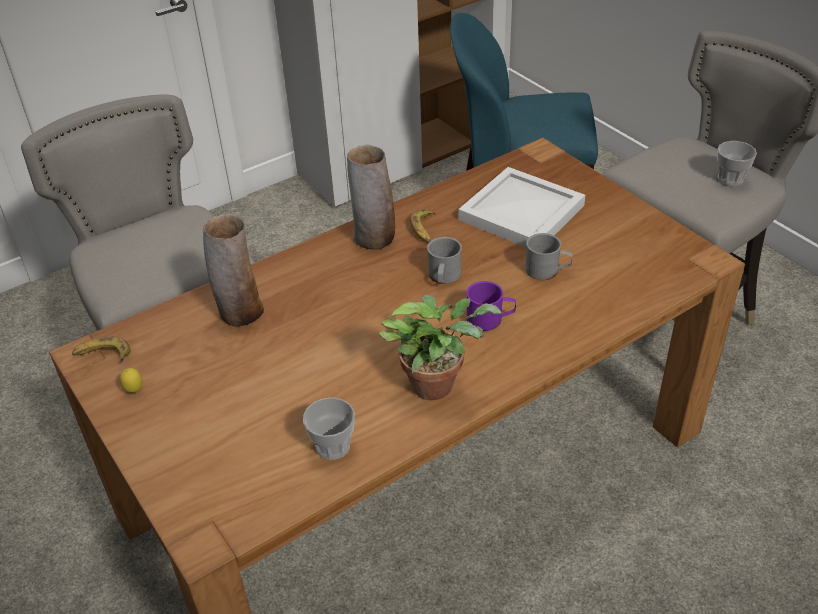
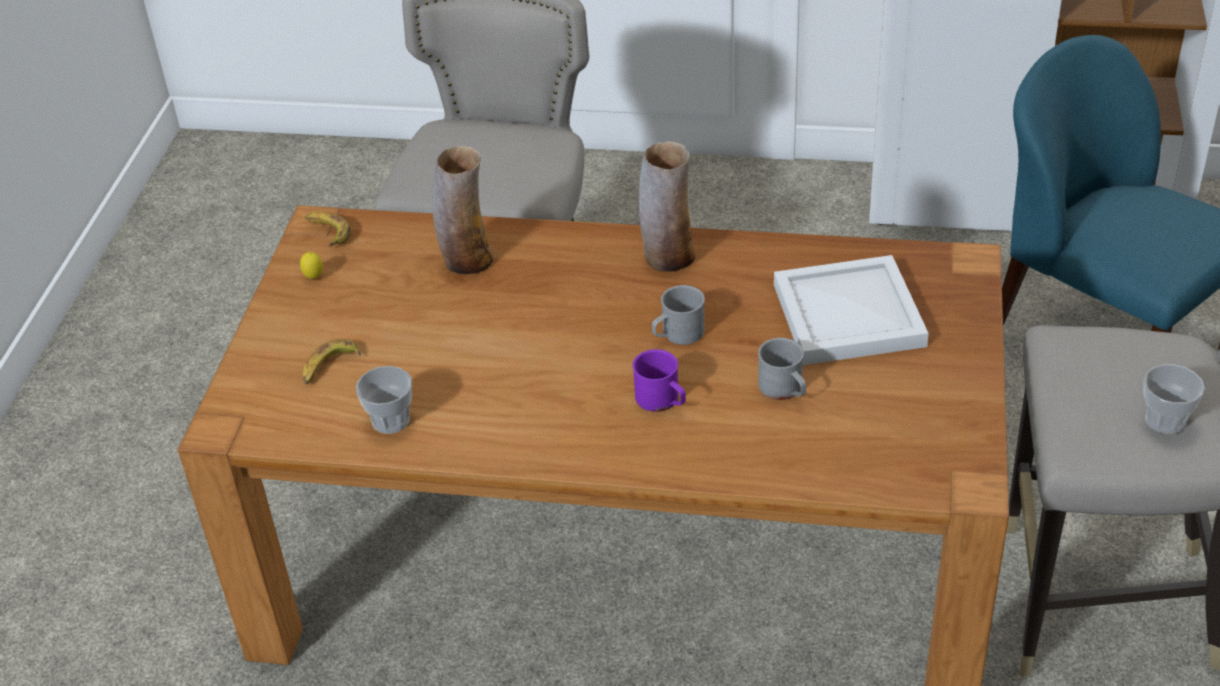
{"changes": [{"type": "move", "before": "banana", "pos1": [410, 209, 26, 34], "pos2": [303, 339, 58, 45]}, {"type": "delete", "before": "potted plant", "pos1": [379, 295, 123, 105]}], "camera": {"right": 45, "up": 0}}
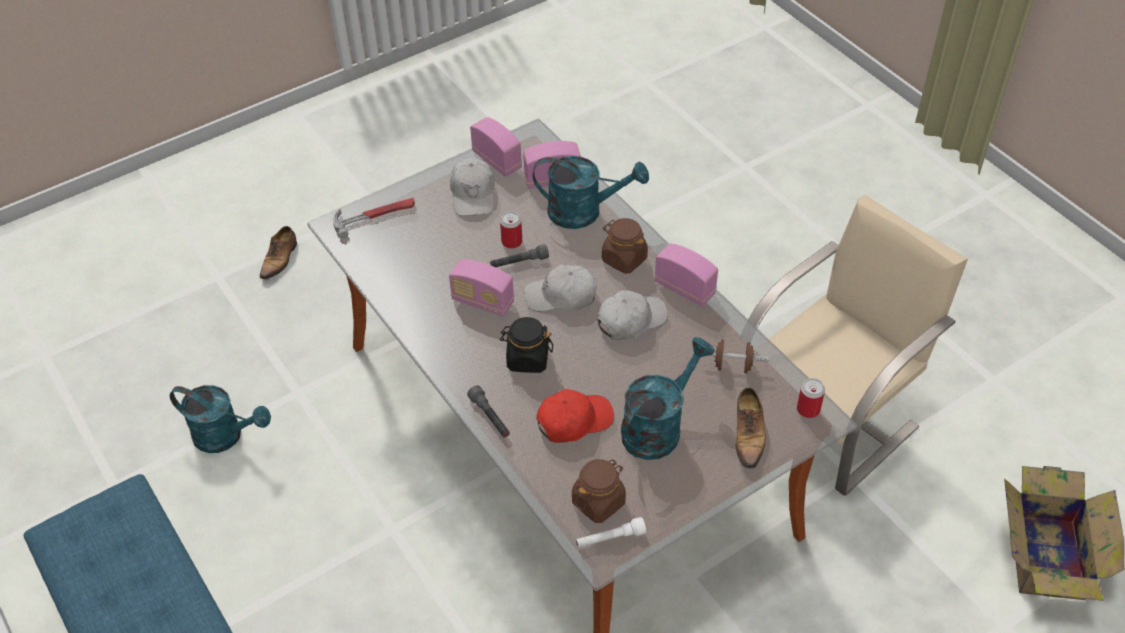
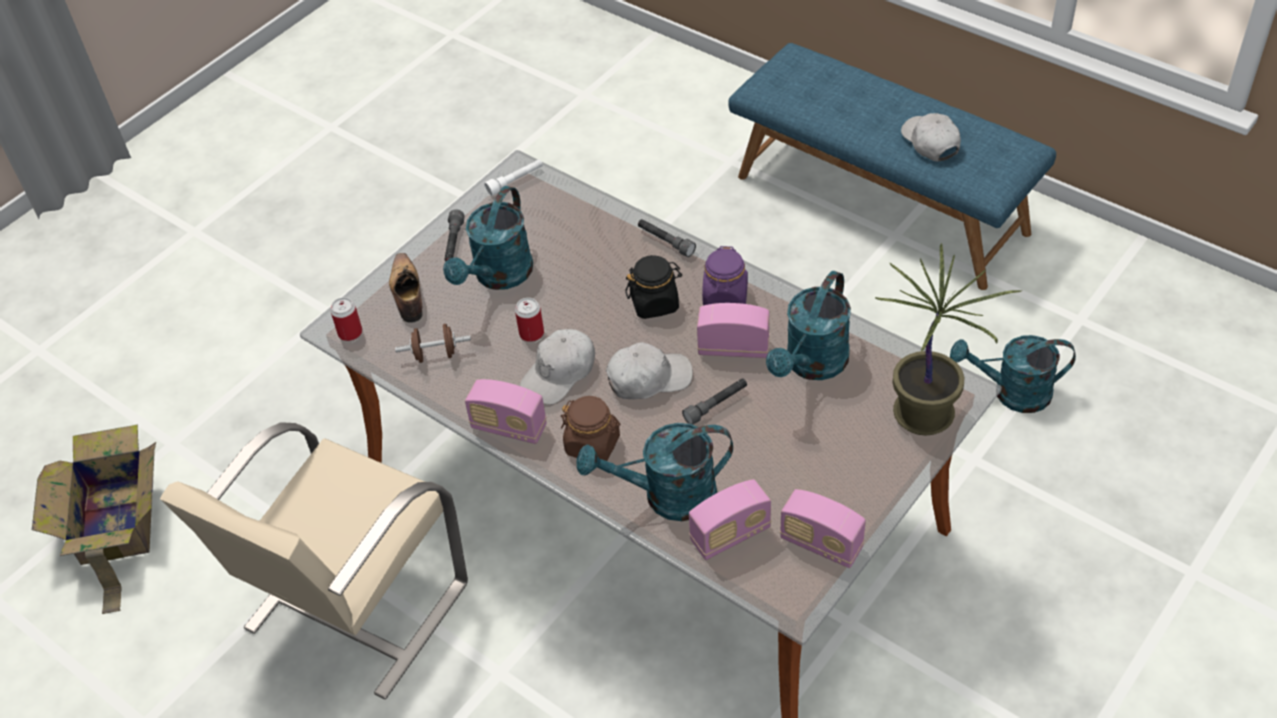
{"changes": [{"type": "move", "before": "white cap", "pos1": [450, 158, 45, 58], "pos2": [901, 113, 60, 49]}, {"type": "replace", "before": "hammer", "after": "potted plant", "pos1": [333, 198, 82, 41], "pos2": [875, 243, 147, 193]}, {"type": "move", "before": "can", "pos1": [500, 211, 22, 38], "pos2": [515, 298, 29, 44]}, {"type": "delete", "before": "shoe", "pos1": [260, 226, 37, 53]}, {"type": "delete", "before": "red cap", "pos1": [536, 389, 78, 54]}, {"type": "delete", "before": "brown jar", "pos1": [572, 459, 54, 64]}, {"type": "insert", "after": "grey flashlight", "pos2": [444, 209, 20, 53]}, {"type": "insert", "after": "purple jar", "pos2": [702, 246, 46, 59]}, {"type": "insert", "after": "turquoise watering can", "pos2": [766, 271, 85, 109]}], "camera": {"right": 165, "up": 0}}
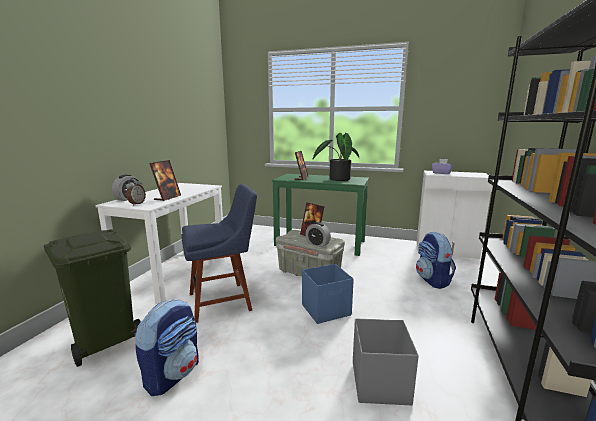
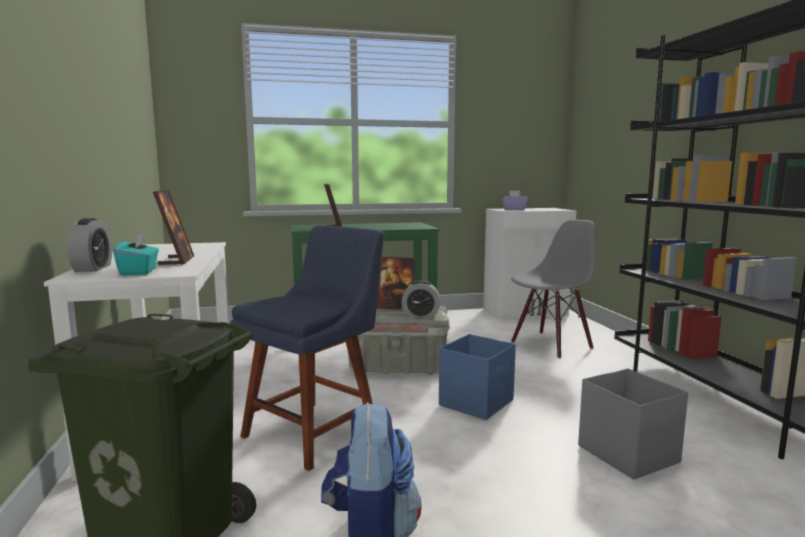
{"changes": [{"type": "delete", "before": "potted plant", "pos1": [313, 133, 46, 48]}, {"type": "replace", "before": "alarm clock", "after": "turquoise tissue box", "pos1": [126, 178, 20, 28], "pos2": [113, 232, 46, 44]}, {"type": "replace", "before": "backpack", "after": "grey chair", "pos1": [416, 232, 40, 57], "pos2": [511, 220, 84, 138]}], "camera": {"right": -30, "up": -5}}
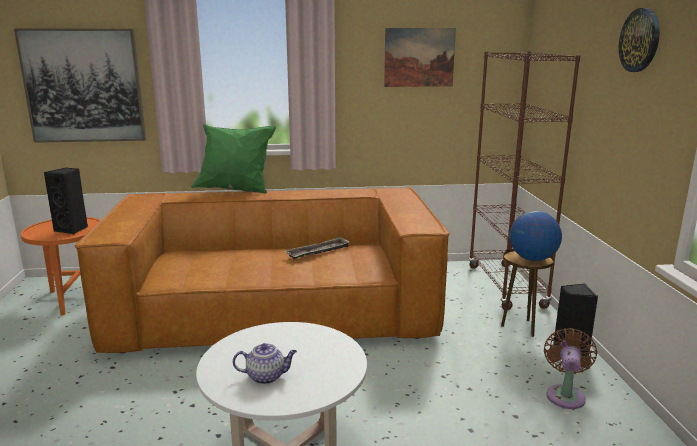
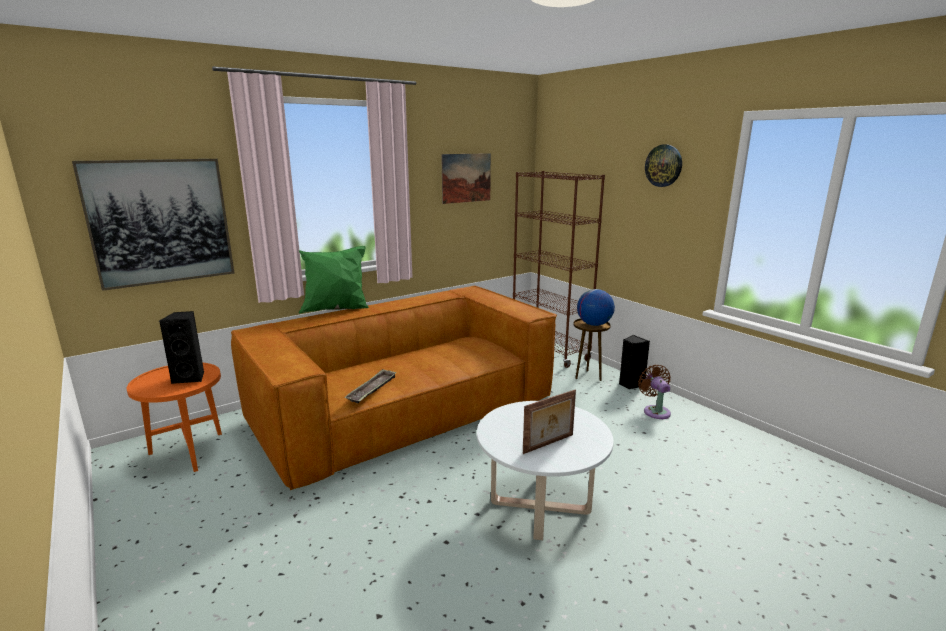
{"changes": [{"type": "move", "before": "tray", "pos1": [285, 237, 64, 22], "pos2": [344, 369, 53, 34]}, {"type": "replace", "before": "teapot", "after": "picture frame", "pos1": [233, 343, 64, 41], "pos2": [523, 390, 53, 64]}], "camera": {"right": -30, "up": 0}}
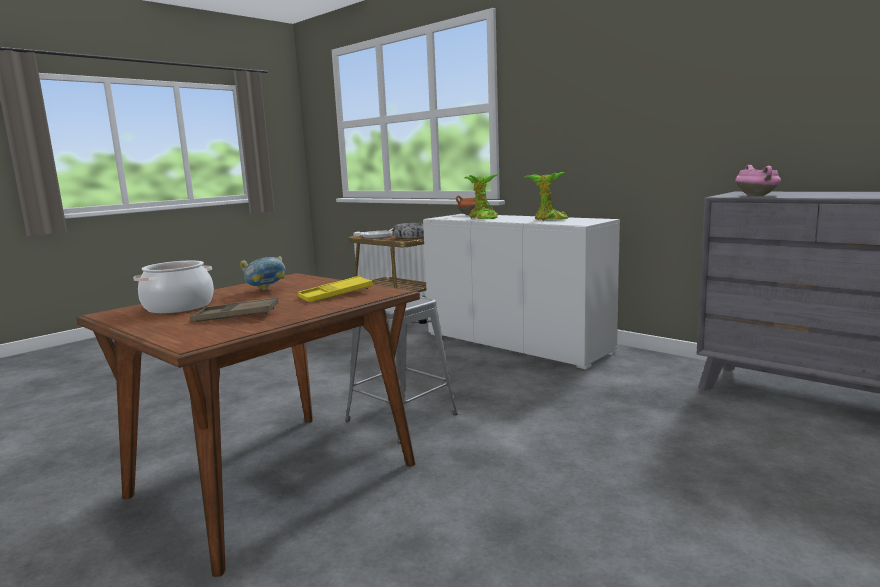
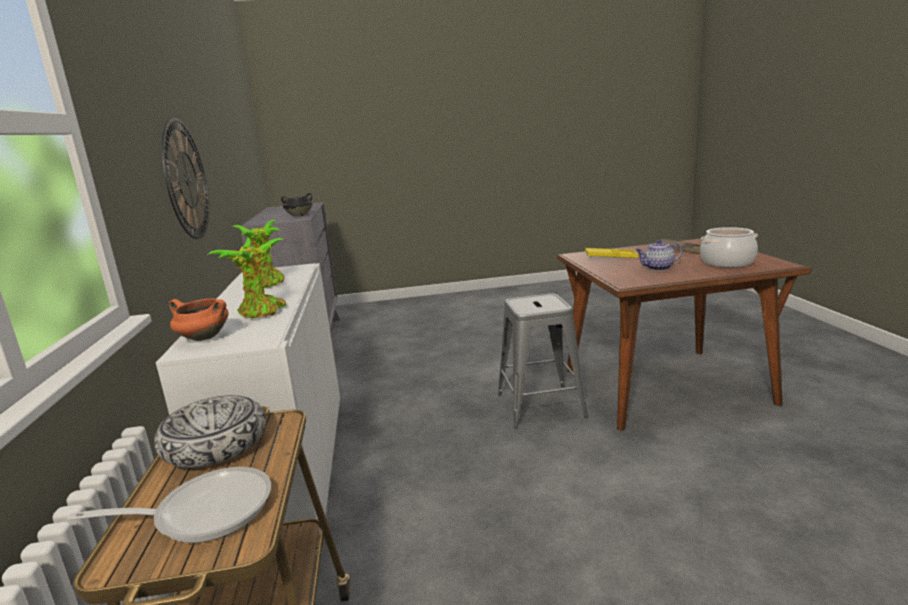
{"changes": [{"type": "recolor", "before": "pink cooking pot", "after": "black cooking pot", "pos1": [735, 165, 46, 31], "pos2": [281, 193, 32, 24]}, {"type": "replace", "before": "bowl", "after": "teapot", "pos1": [240, 256, 46, 34], "pos2": [636, 240, 46, 31]}, {"type": "insert", "after": "wall clock", "pos2": [162, 118, 47, 121]}], "camera": {"right": -140, "up": 5}}
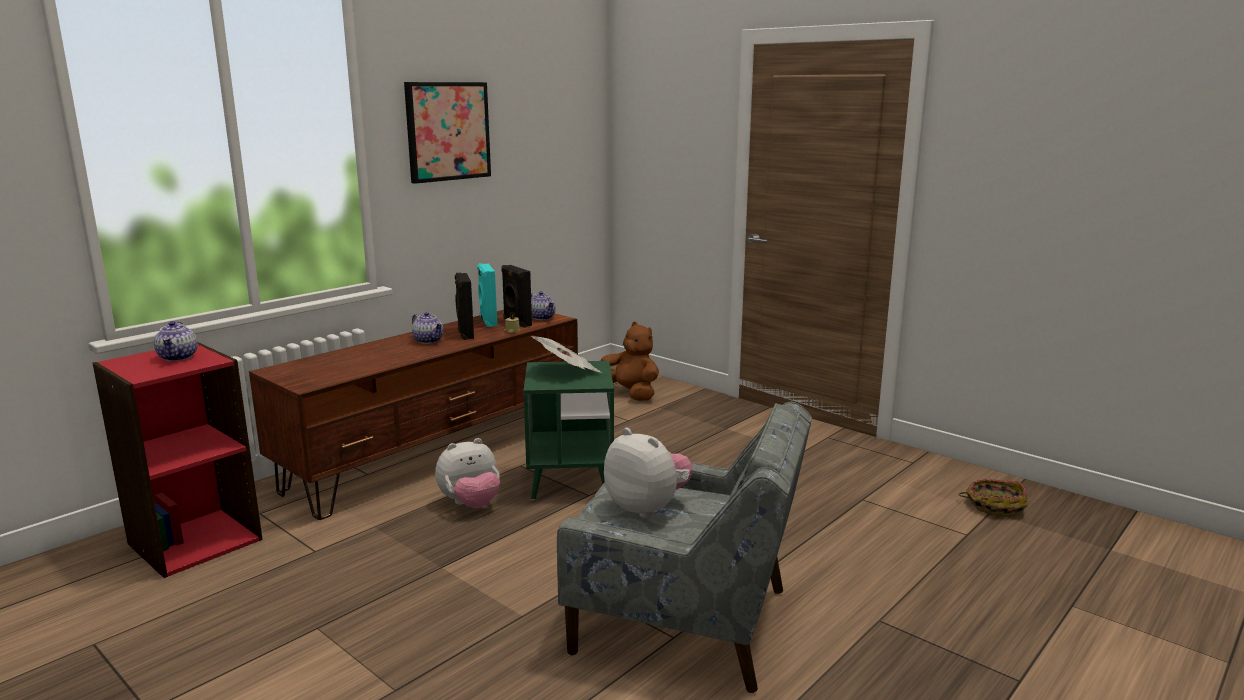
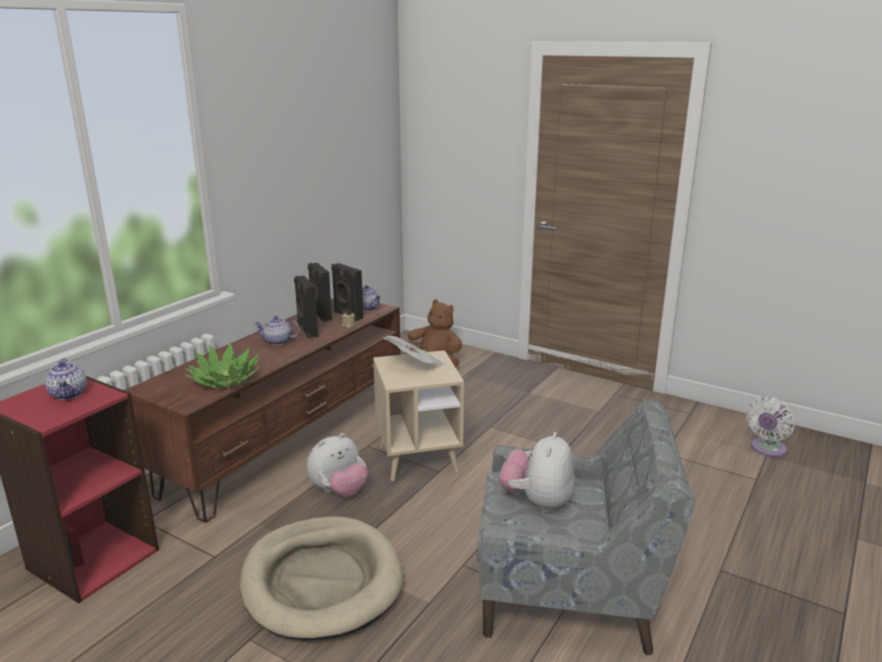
{"changes": [{"type": "delete", "before": "picture", "pos1": [404, 82, 87, 102]}, {"type": "recolor", "before": "turquoise speaker", "after": "black speaker", "pos1": [477, 263, 20, 64], "pos2": [308, 263, 24, 59]}, {"type": "rotate", "before": "teapot", "pos1": [412, 312, 31, 32], "pos2": [254, 316, 46, 29], "turn": 150}, {"type": "recolor", "before": "green side table", "after": "beige side table", "pos1": [523, 361, 91, 139], "pos2": [373, 350, 91, 131]}, {"type": "rotate", "before": "plush toy", "pos1": [604, 428, 89, 91], "pos2": [499, 432, 76, 80], "turn": -105}, {"type": "replace", "before": "basket", "after": "white fan", "pos1": [958, 479, 69, 38], "pos2": [746, 397, 49, 60]}, {"type": "insert", "after": "potted plant", "pos2": [186, 342, 74, 46]}, {"type": "insert", "after": "beige dog bed", "pos2": [240, 516, 163, 124]}], "camera": {"right": -10, "up": 5}}
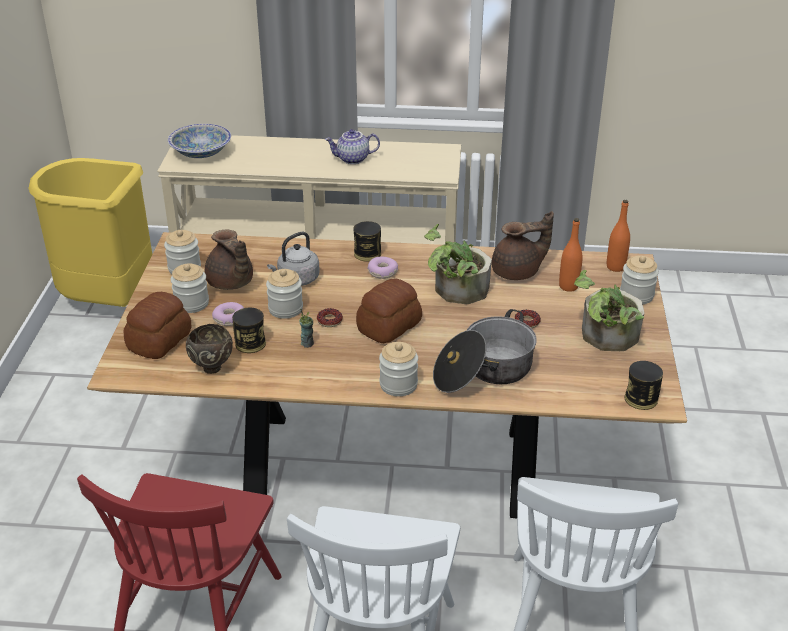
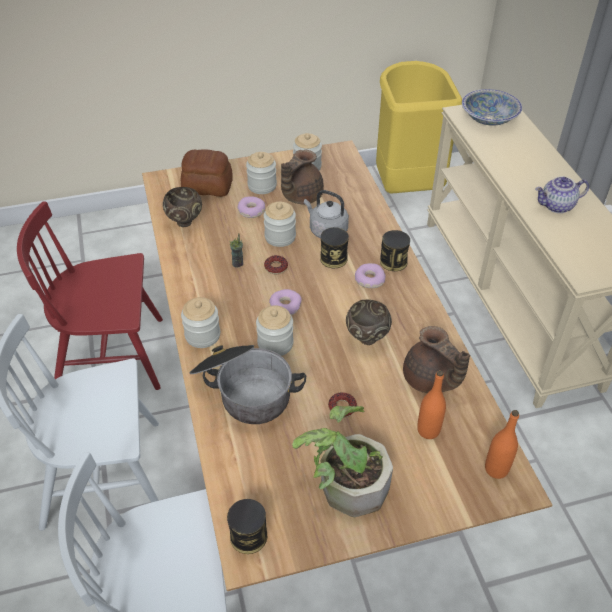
{"changes": [{"type": "rotate", "before": "teapot", "pos1": [325, 129, 55, 35], "pos2": [535, 176, 54, 37], "turn": -75}, {"type": "replace", "before": "potted plant", "after": "brown bowl", "pos1": [424, 224, 68, 80], "pos2": [346, 300, 46, 45]}, {"type": "move", "before": "jar", "pos1": [620, 256, 39, 48], "pos2": [256, 305, 38, 51]}, {"type": "replace", "before": "bread", "after": "donut", "pos1": [356, 278, 66, 65], "pos2": [269, 289, 33, 26]}, {"type": "move", "before": "can", "pos1": [232, 308, 34, 45], "pos2": [320, 227, 29, 41]}], "camera": {"right": 70, "up": 10}}
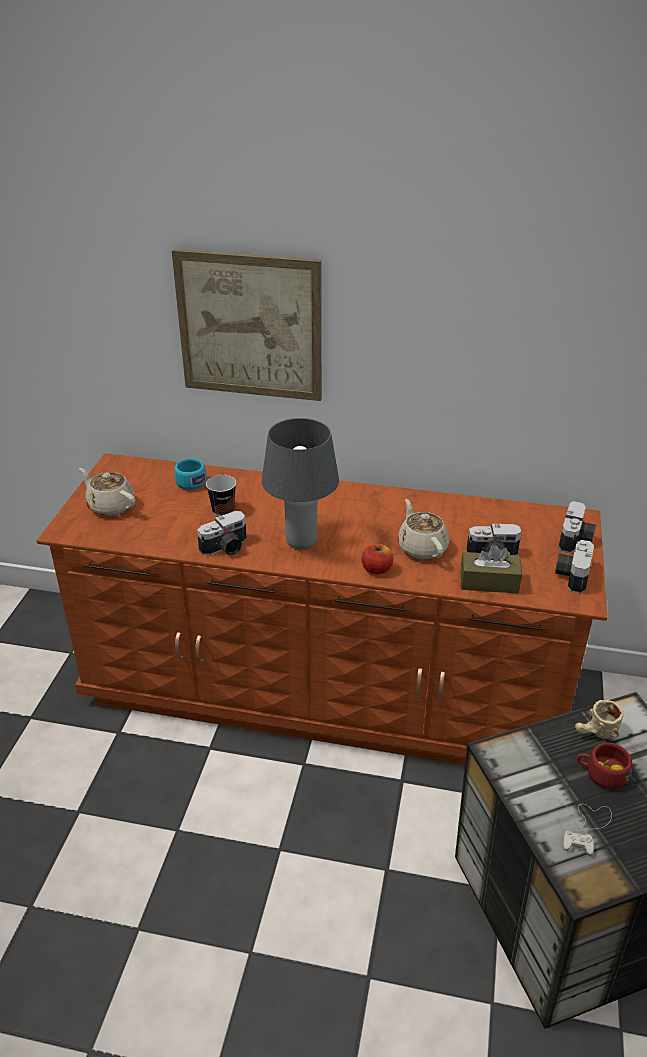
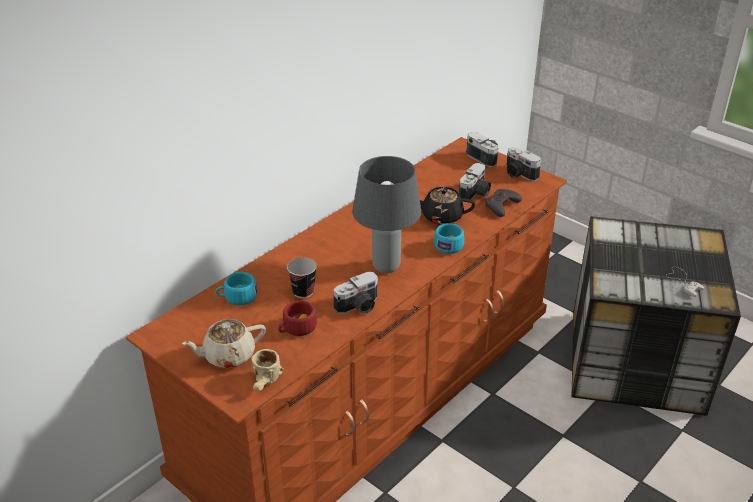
{"changes": [{"type": "delete", "before": "picture", "pos1": [172, 249, 150, 152]}, {"type": "recolor", "before": "beige teapot", "after": "black teapot", "pos1": [397, 499, 52, 60], "pos2": [420, 187, 55, 38]}, {"type": "rotate", "before": "photo camera", "pos1": [197, 511, 50, 44], "pos2": [333, 272, 45, 42], "turn": 60}, {"type": "replace", "before": "apple", "after": "turquoise cup", "pos1": [362, 544, 31, 30], "pos2": [434, 223, 30, 31]}, {"type": "replace", "before": "brown tissue box", "after": "grey game controller", "pos1": [461, 545, 61, 48], "pos2": [485, 189, 37, 28]}, {"type": "move", "before": "beige mug", "pos1": [575, 700, 49, 39], "pos2": [252, 349, 32, 42]}, {"type": "move", "before": "red cup", "pos1": [577, 742, 55, 47], "pos2": [278, 300, 39, 36]}], "camera": {"right": -60, "up": 0}}
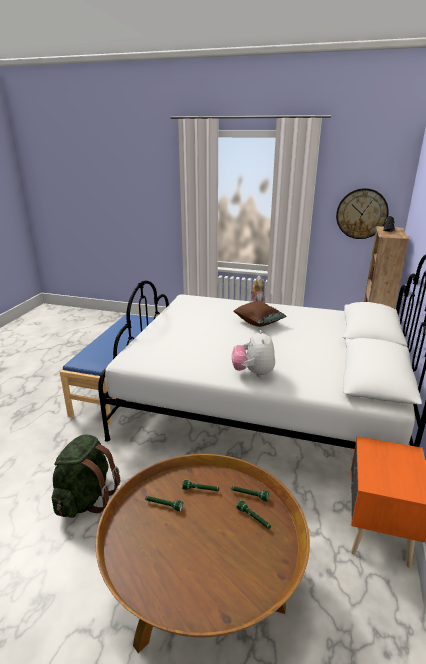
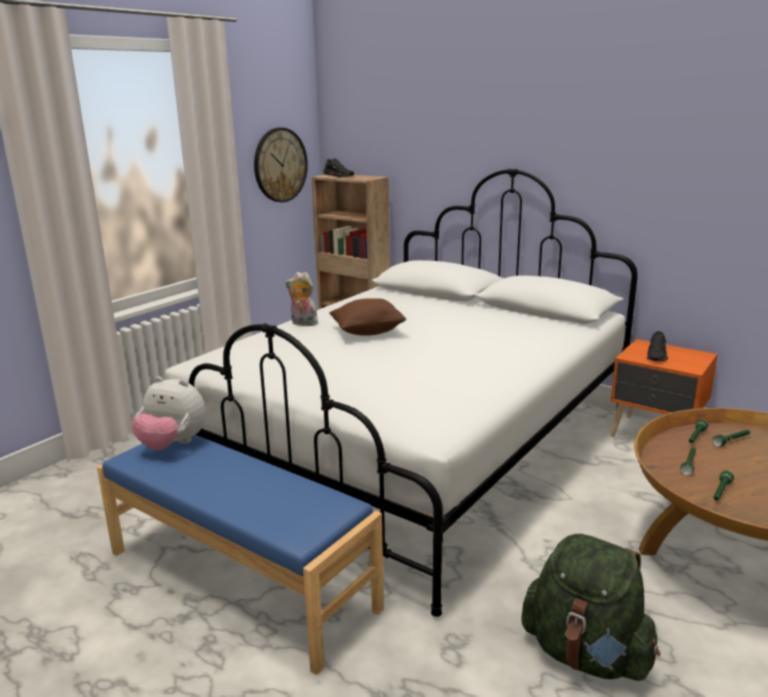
{"changes": [{"type": "move", "before": "plush toy", "pos1": [232, 330, 43, 48], "pos2": [132, 377, 74, 73]}, {"type": "insert", "after": "black shoe", "pos2": [647, 331, 21, 30]}], "camera": {"right": -70, "up": -5}}
